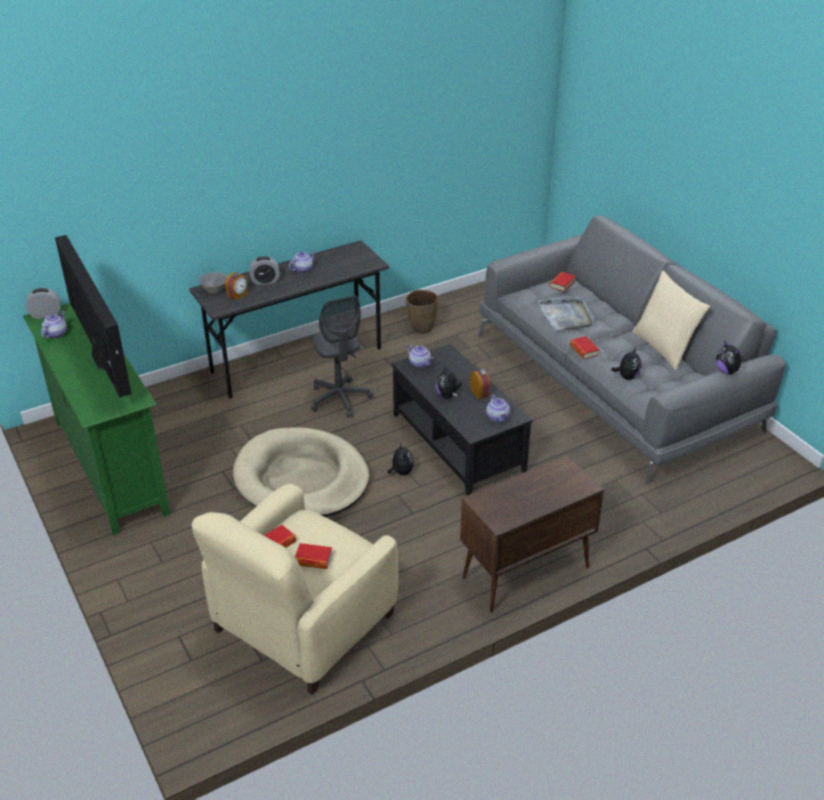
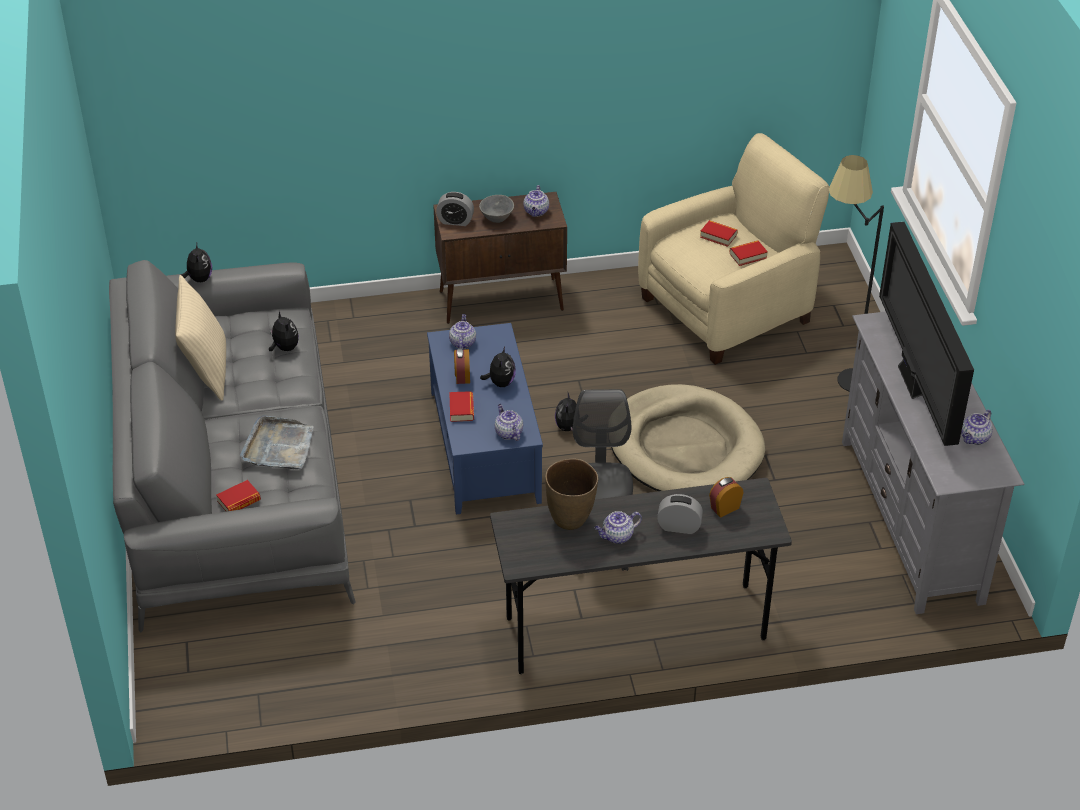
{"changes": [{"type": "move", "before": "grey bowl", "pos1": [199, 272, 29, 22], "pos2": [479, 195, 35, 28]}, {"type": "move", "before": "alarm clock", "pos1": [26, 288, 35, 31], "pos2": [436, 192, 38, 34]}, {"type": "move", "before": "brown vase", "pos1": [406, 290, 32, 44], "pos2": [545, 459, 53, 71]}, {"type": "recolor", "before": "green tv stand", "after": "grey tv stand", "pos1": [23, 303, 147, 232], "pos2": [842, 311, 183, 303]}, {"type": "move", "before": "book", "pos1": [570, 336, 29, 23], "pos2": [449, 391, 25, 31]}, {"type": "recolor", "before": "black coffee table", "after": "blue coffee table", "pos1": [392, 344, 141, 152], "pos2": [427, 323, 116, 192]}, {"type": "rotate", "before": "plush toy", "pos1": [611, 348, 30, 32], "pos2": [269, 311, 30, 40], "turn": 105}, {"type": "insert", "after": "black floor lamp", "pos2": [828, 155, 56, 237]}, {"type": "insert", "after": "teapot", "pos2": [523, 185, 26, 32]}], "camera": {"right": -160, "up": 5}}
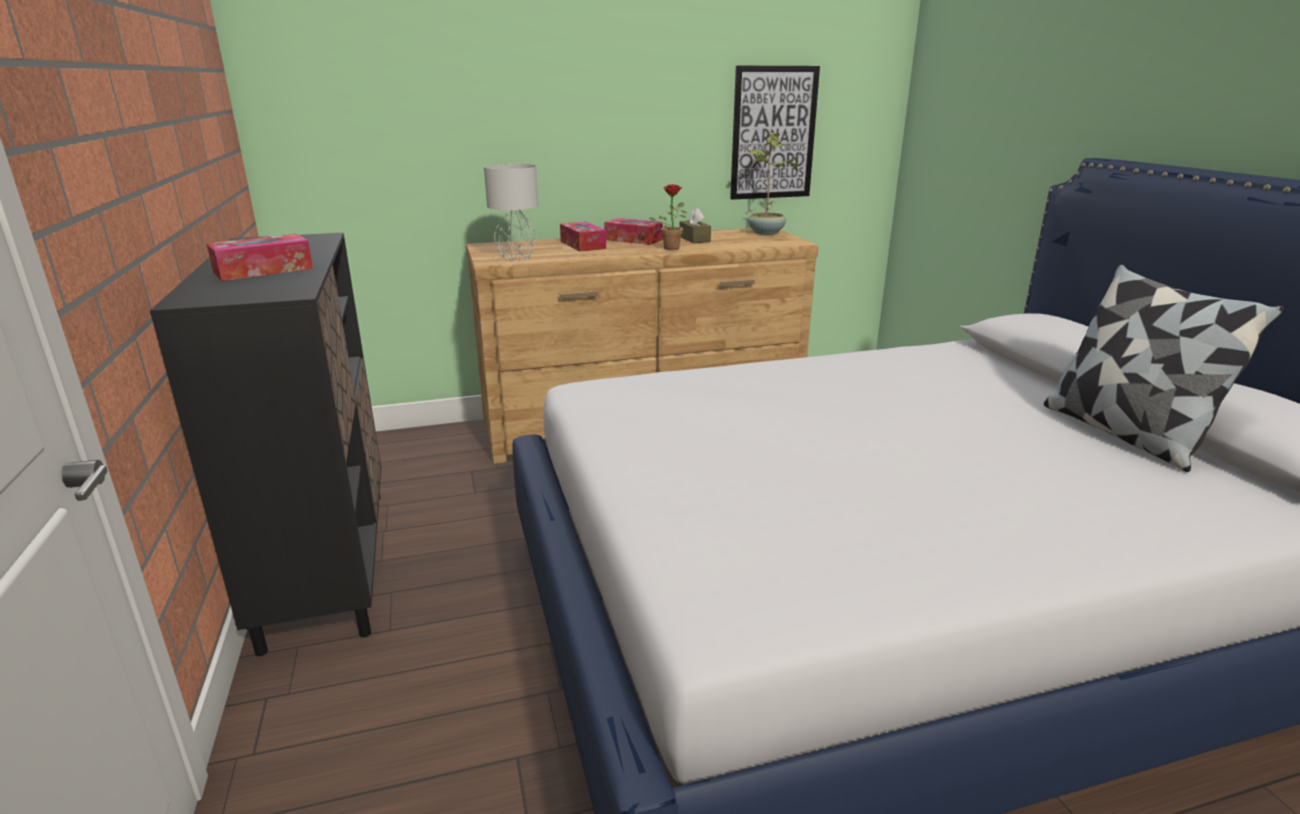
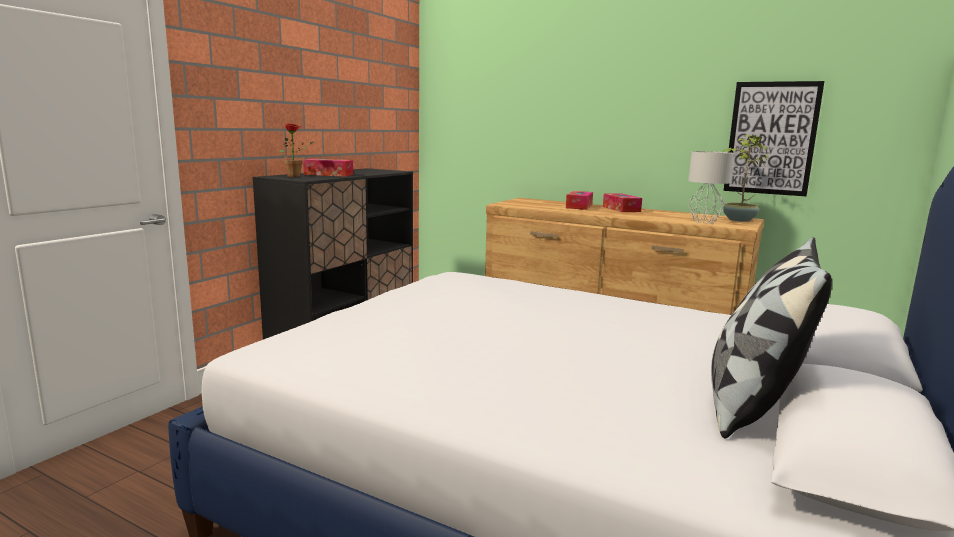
{"changes": [{"type": "move", "before": "grey table lamp", "pos1": [484, 164, 54, 97], "pos2": [688, 151, 46, 72]}, {"type": "move", "before": "potted plant", "pos1": [649, 184, 38, 66], "pos2": [279, 123, 36, 54]}, {"type": "delete", "before": "brown tissue box", "pos1": [680, 208, 31, 35]}], "camera": {"right": 45, "up": -10}}
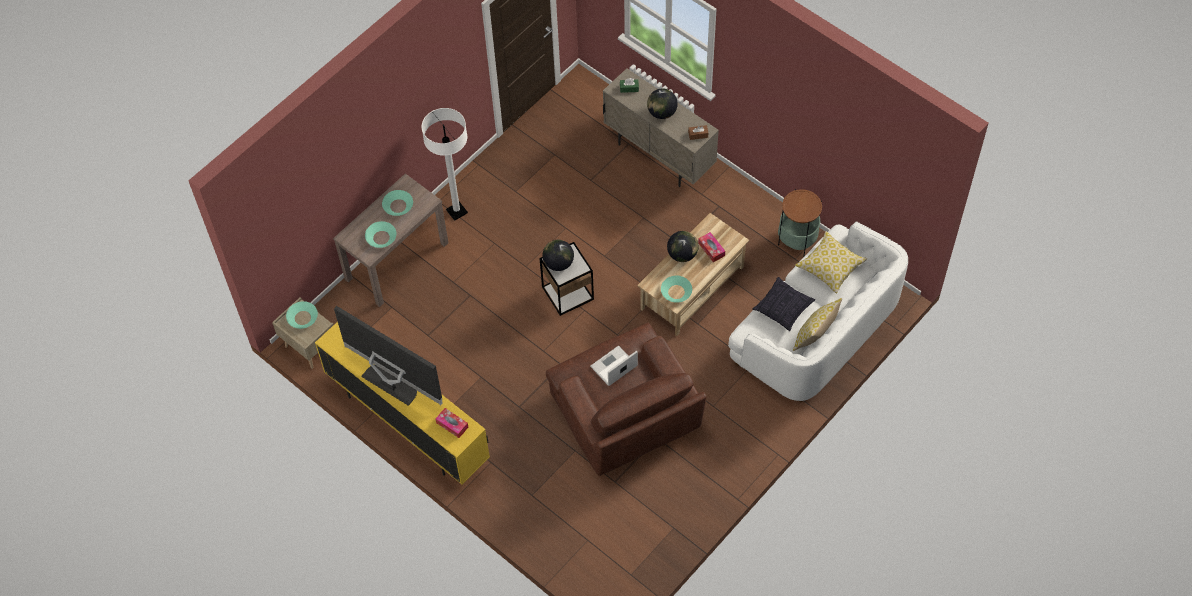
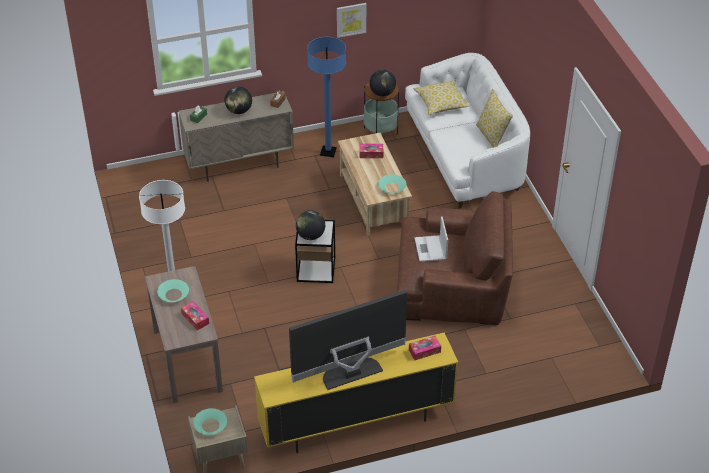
{"changes": [{"type": "replace", "before": "turquoise bowl", "after": "tissue box", "pos1": [365, 221, 31, 27], "pos2": [181, 301, 28, 29]}, {"type": "move", "before": "globe", "pos1": [667, 231, 31, 31], "pos2": [369, 70, 27, 26]}, {"type": "delete", "before": "pillow", "pos1": [752, 277, 63, 54]}, {"type": "insert", "after": "picture", "pos2": [337, 3, 29, 35]}, {"type": "insert", "after": "blue floor lamp", "pos2": [307, 37, 39, 120]}], "camera": {"right": -60, "up": -15}}
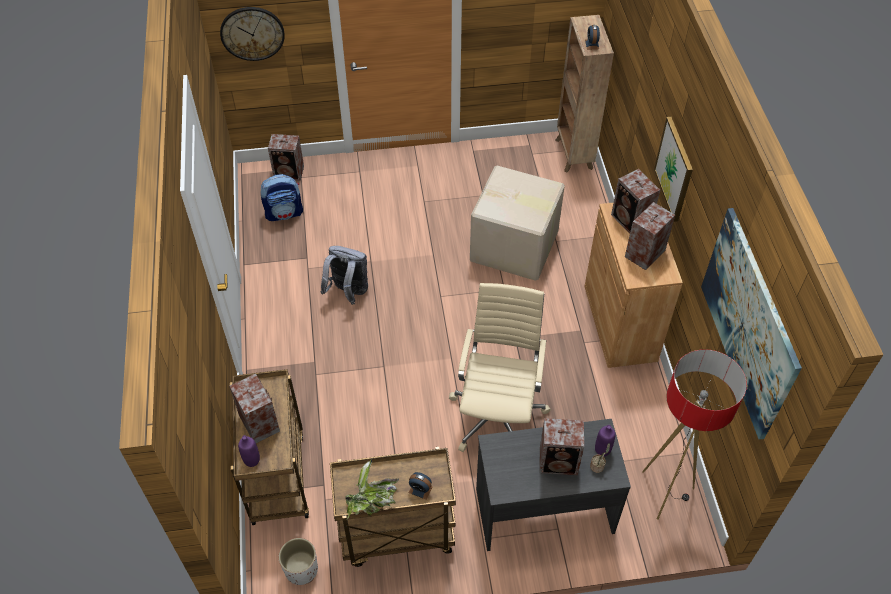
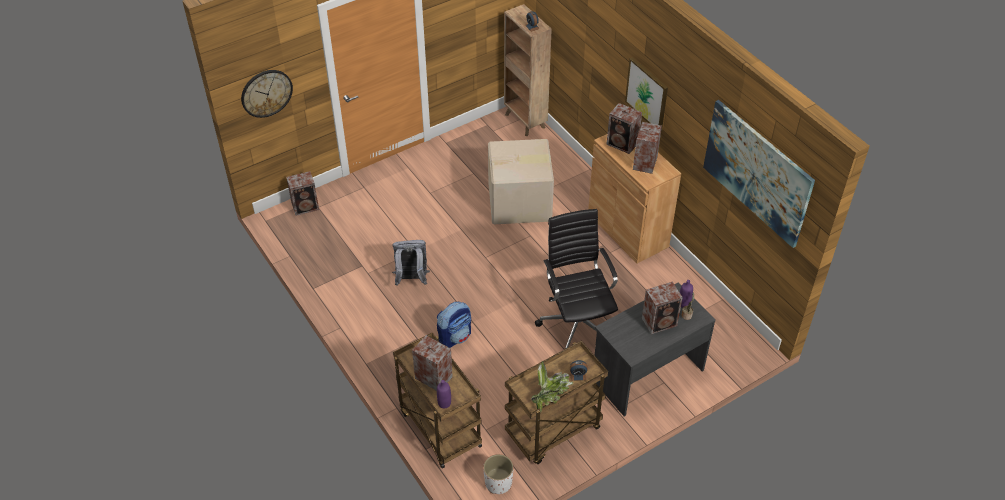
{"changes": [{"type": "move", "before": "backpack", "pos1": [260, 174, 43, 47], "pos2": [437, 302, 34, 46]}, {"type": "recolor", "before": "beige office chair", "after": "black office chair", "pos1": [449, 283, 102, 169], "pos2": [535, 209, 83, 140]}, {"type": "delete", "before": "floor lamp", "pos1": [642, 349, 105, 171]}], "camera": {"right": -25, "up": -5}}
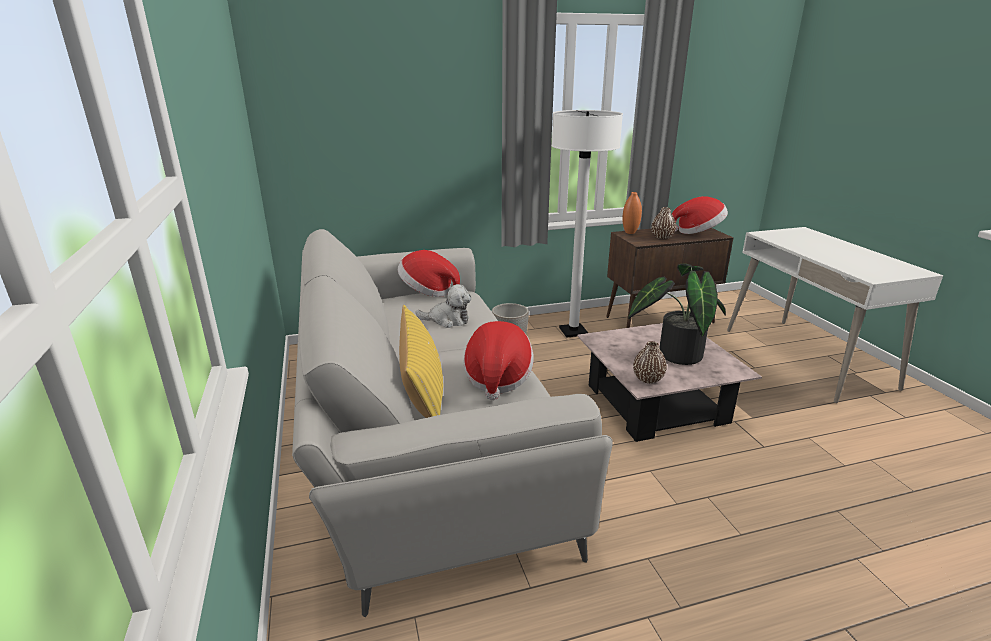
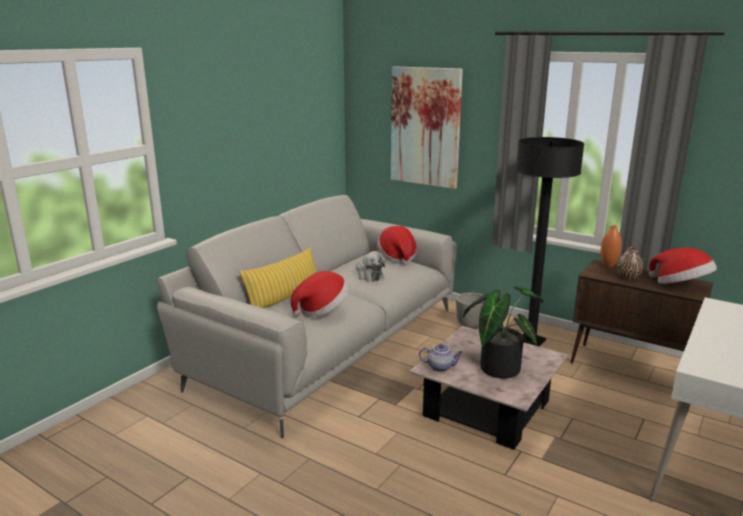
{"changes": [{"type": "recolor", "before": "white floor lamp", "after": "black floor lamp", "pos1": [551, 110, 72, 228], "pos2": [516, 137, 68, 209]}, {"type": "replace", "before": "brown vase", "after": "teapot", "pos1": [633, 341, 34, 43], "pos2": [419, 344, 44, 28]}, {"type": "insert", "after": "picture", "pos2": [391, 66, 72, 123]}], "camera": {"right": 50, "up": -5}}
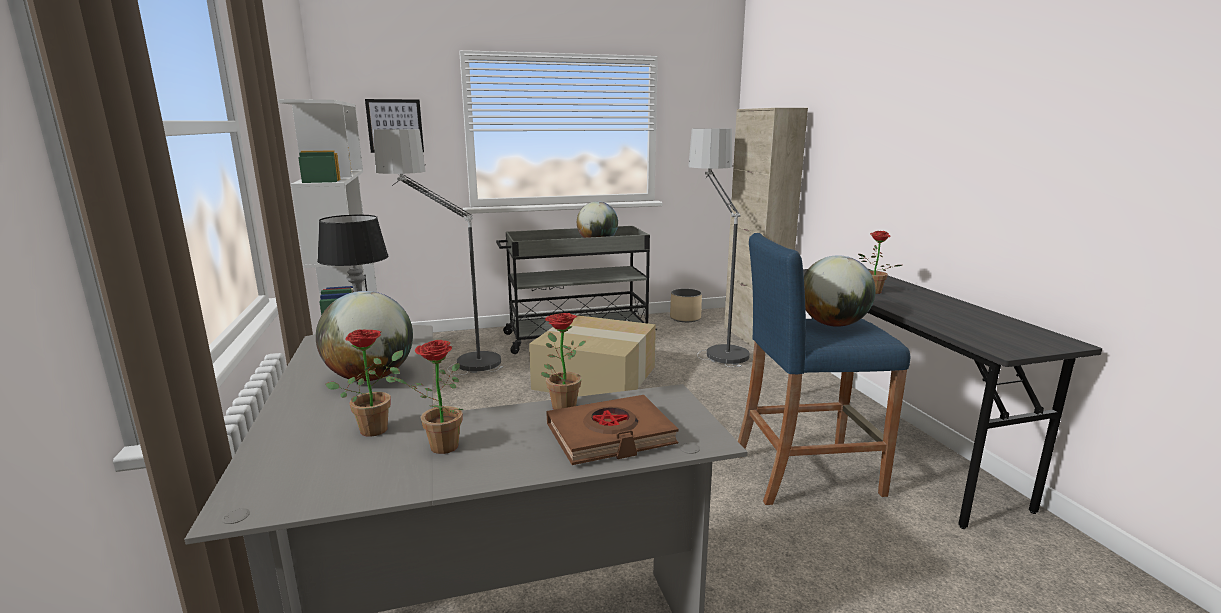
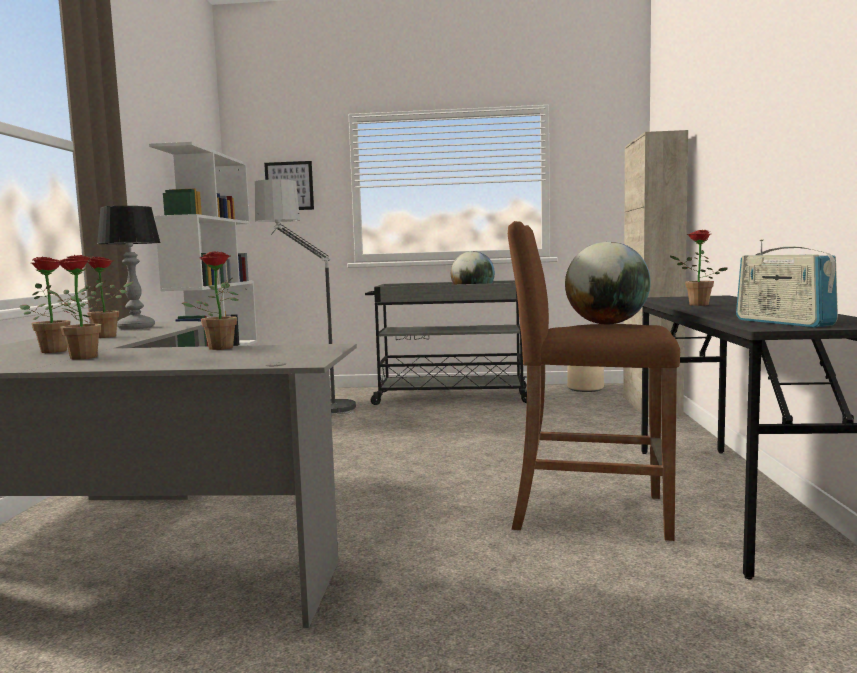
{"changes": [{"type": "delete", "before": "floor lamp", "pos1": [688, 128, 62, 239]}, {"type": "recolor", "before": "blue stool", "after": "brown stool", "pos1": [738, 233, 172, 272], "pos2": [508, 221, 172, 320]}, {"type": "replace", "before": "globe", "after": "potted plant", "pos1": [316, 291, 97, 90], "pos2": [75, 256, 58, 82]}, {"type": "delete", "before": "cardboard box", "pos1": [529, 315, 127, 82]}, {"type": "delete", "before": "brown book", "pos1": [546, 395, 133, 70]}, {"type": "insert", "after": "radio", "pos2": [736, 239, 102, 88]}], "camera": {"right": 20, "up": -10}}
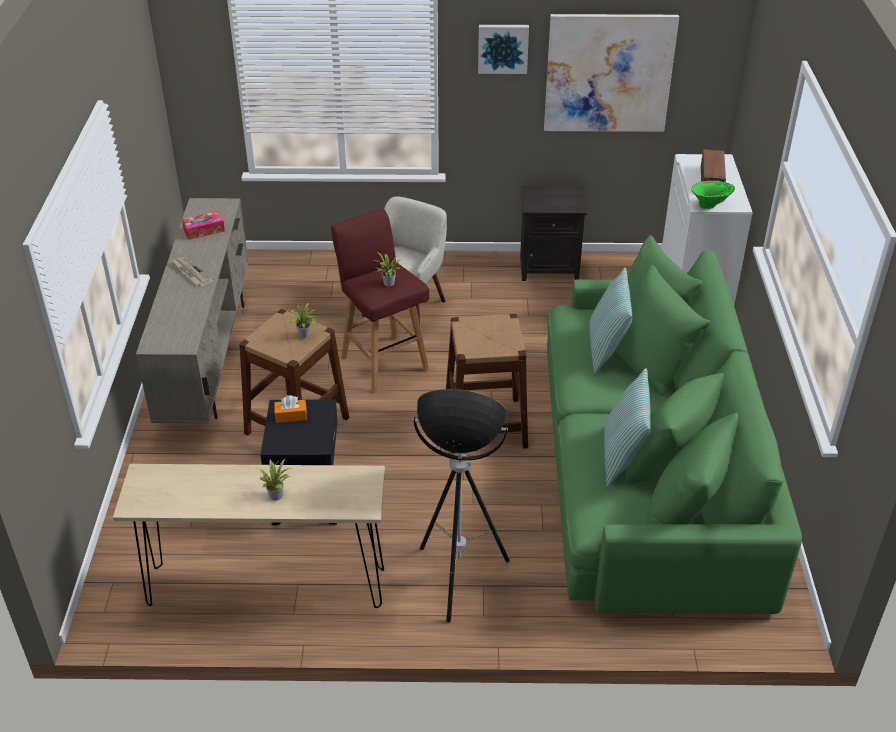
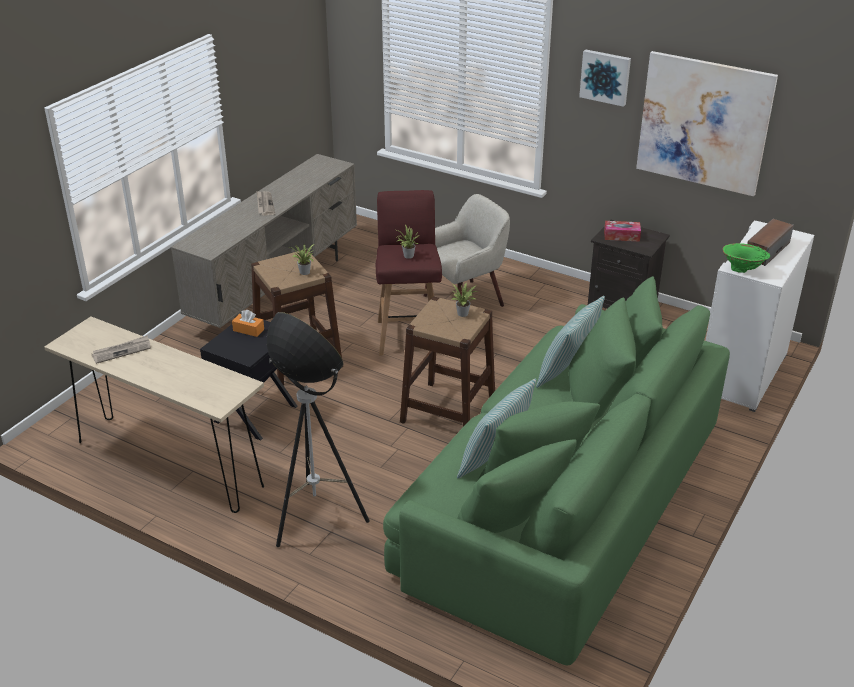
{"changes": [{"type": "move", "before": "tissue box", "pos1": [182, 211, 43, 29], "pos2": [604, 221, 37, 21]}, {"type": "move", "before": "potted plant", "pos1": [257, 459, 35, 42], "pos2": [452, 283, 25, 34]}, {"type": "insert", "after": "newspaper", "pos2": [92, 335, 59, 29]}], "camera": {"right": 30, "up": -5}}
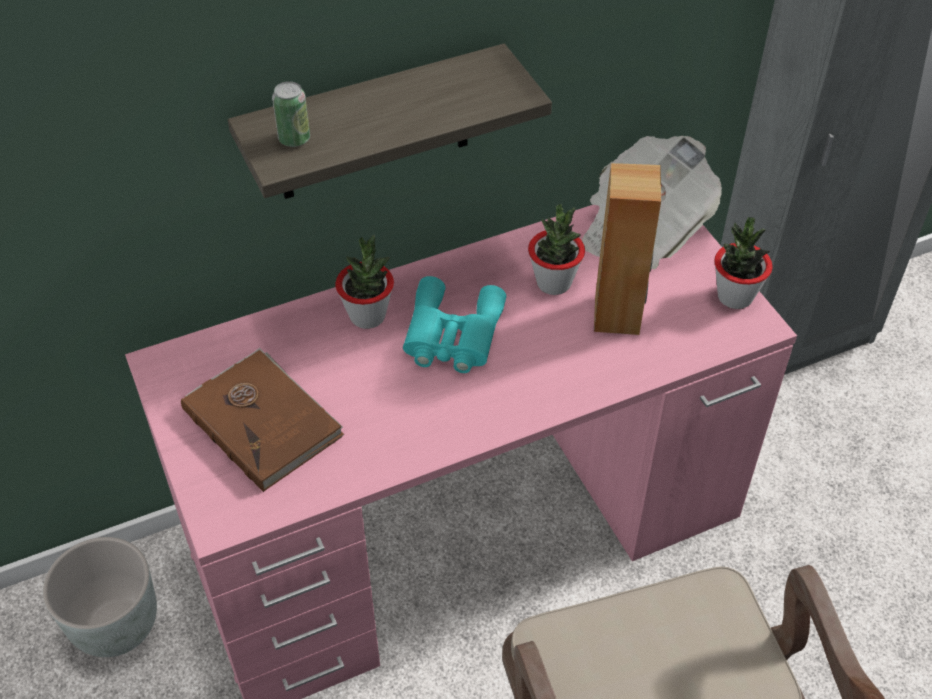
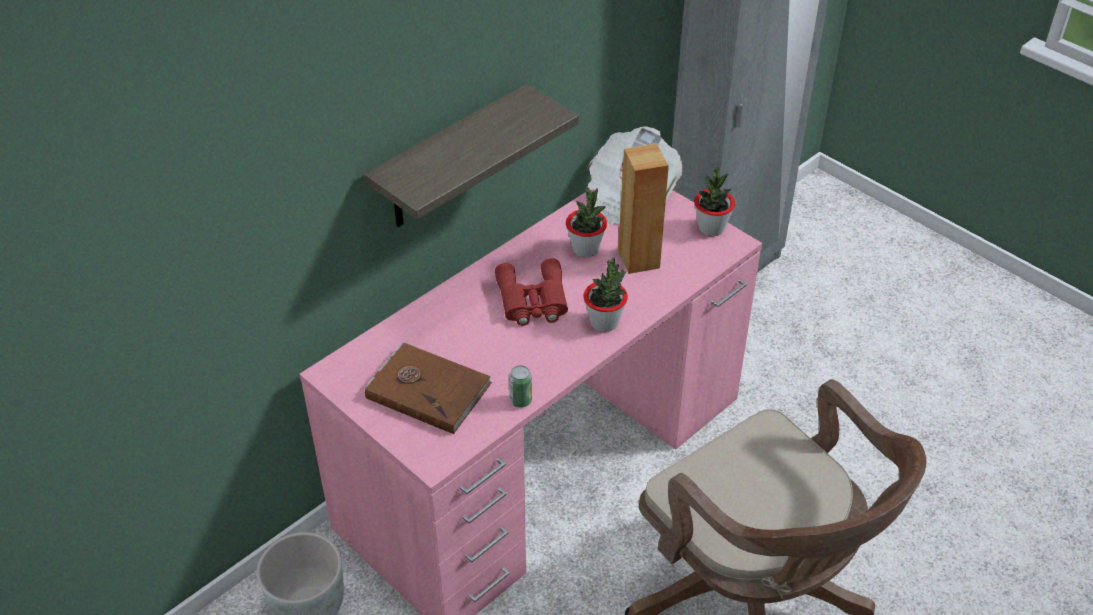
{"changes": [{"type": "move", "before": "can", "pos1": [272, 81, 38, 66], "pos2": [509, 365, 23, 43]}, {"type": "move", "before": "potted plant", "pos1": [335, 235, 59, 94], "pos2": [583, 257, 45, 75]}, {"type": "recolor", "before": "turquoise binoculars", "after": "red binoculars", "pos1": [403, 276, 103, 97], "pos2": [495, 258, 73, 68]}], "camera": {"right": -20, "up": -5}}
